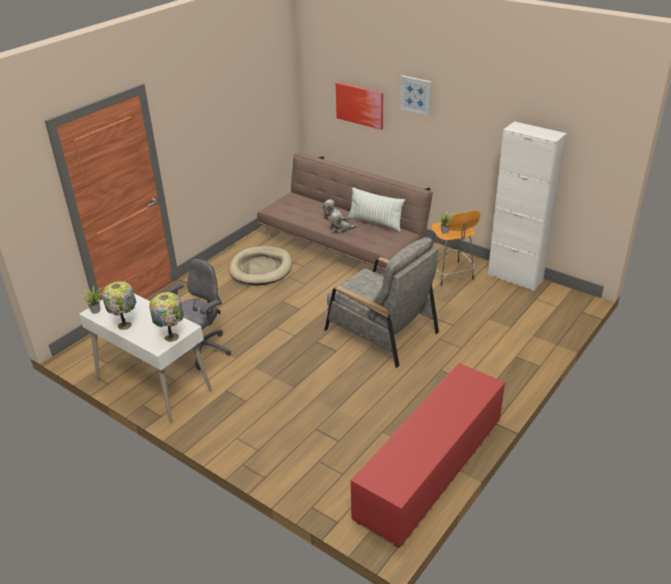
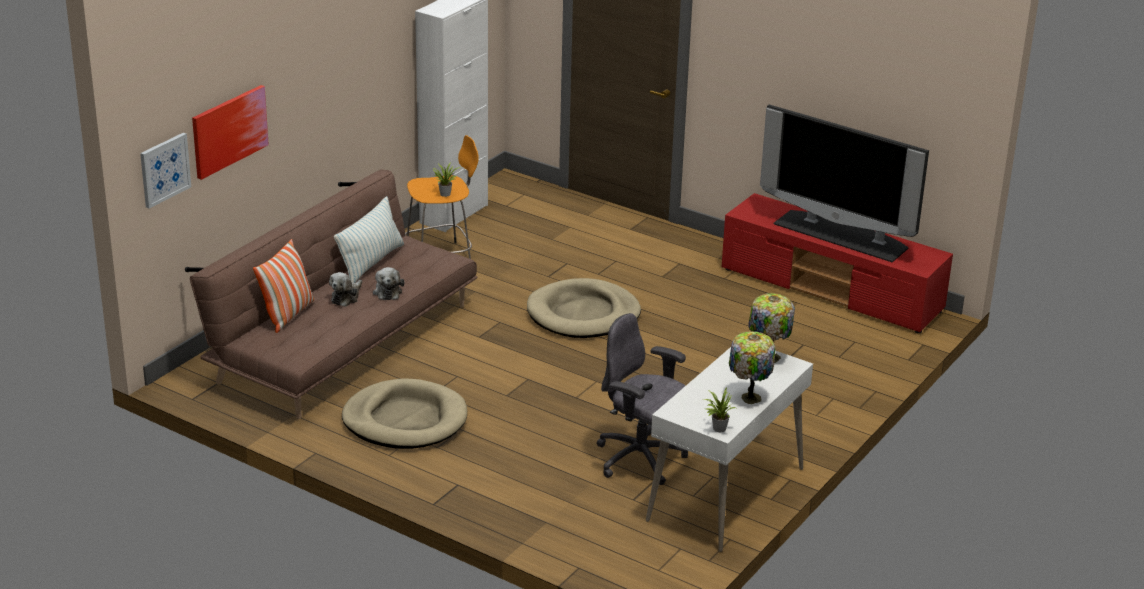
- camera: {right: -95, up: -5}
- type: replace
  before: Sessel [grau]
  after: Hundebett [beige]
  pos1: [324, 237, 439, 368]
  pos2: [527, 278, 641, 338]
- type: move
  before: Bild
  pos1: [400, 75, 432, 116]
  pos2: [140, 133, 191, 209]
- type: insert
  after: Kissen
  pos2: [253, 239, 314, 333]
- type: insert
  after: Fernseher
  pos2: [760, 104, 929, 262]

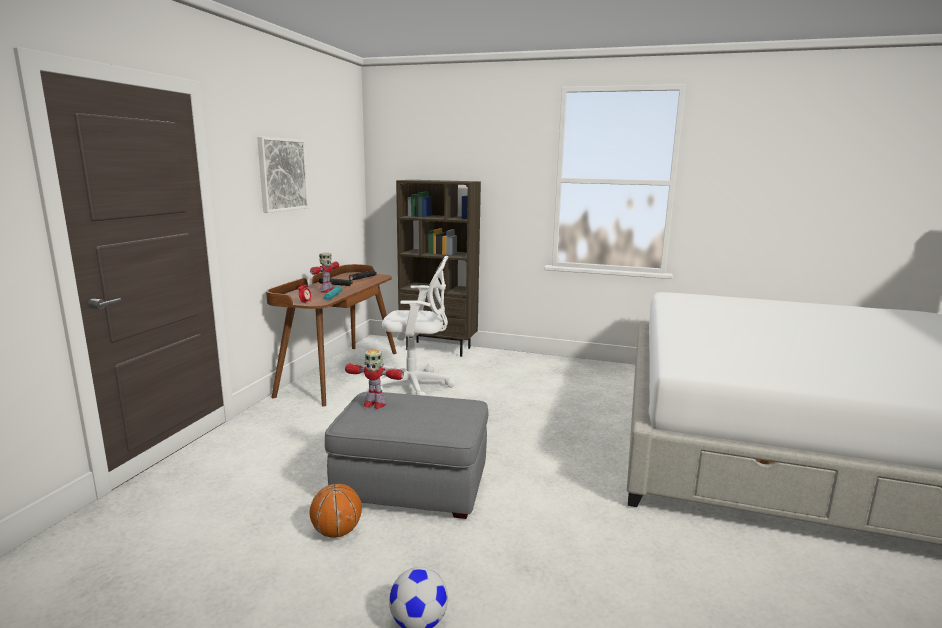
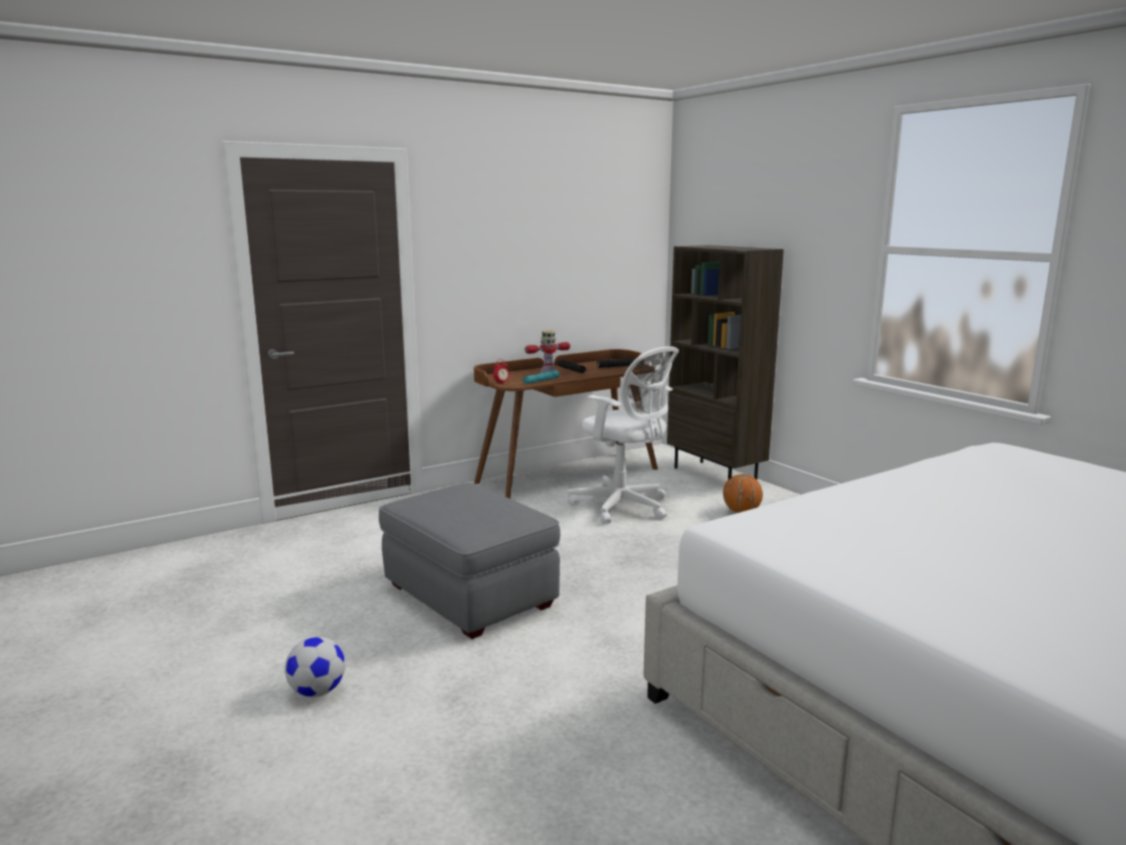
- camera: {right: 40, up: 0}
- type: delete
  before: Bild
  pos1: [257, 137, 309, 213]
- type: move
  before: Basketball
  pos1: [309, 484, 362, 538]
  pos2: [723, 474, 763, 513]
- type: delete
  before: Spielzeugroboter
  pos1: [345, 350, 404, 409]

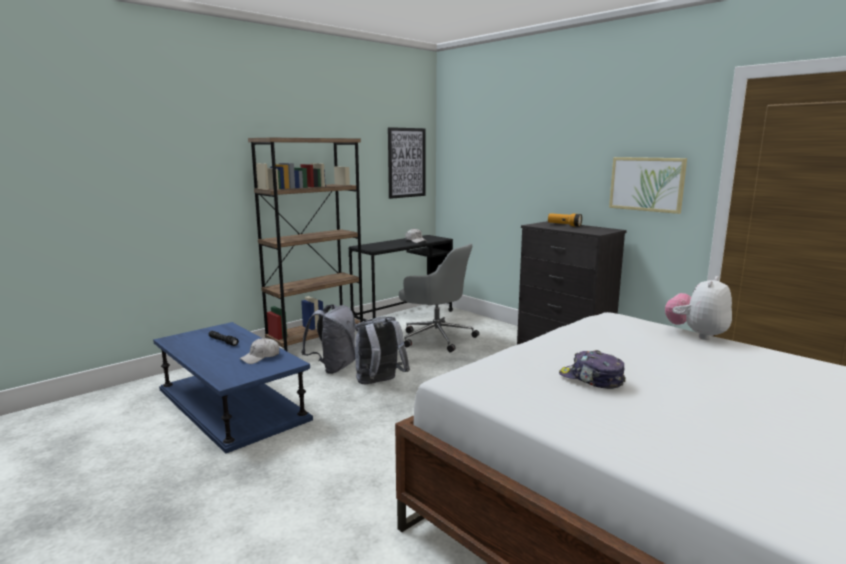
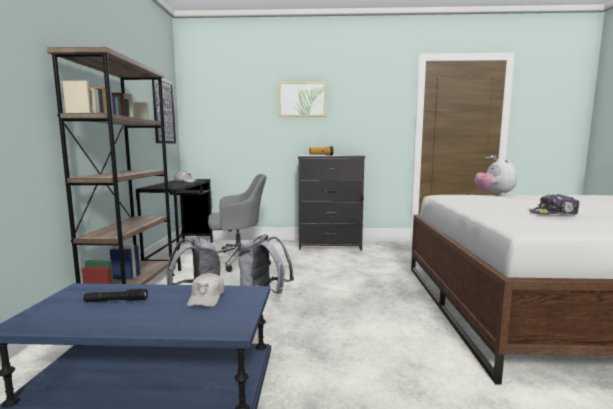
- camera: {right: -45, up: -5}
- type: move
  before: Bild
  pos1: [609, 157, 687, 214]
  pos2: [278, 82, 326, 117]

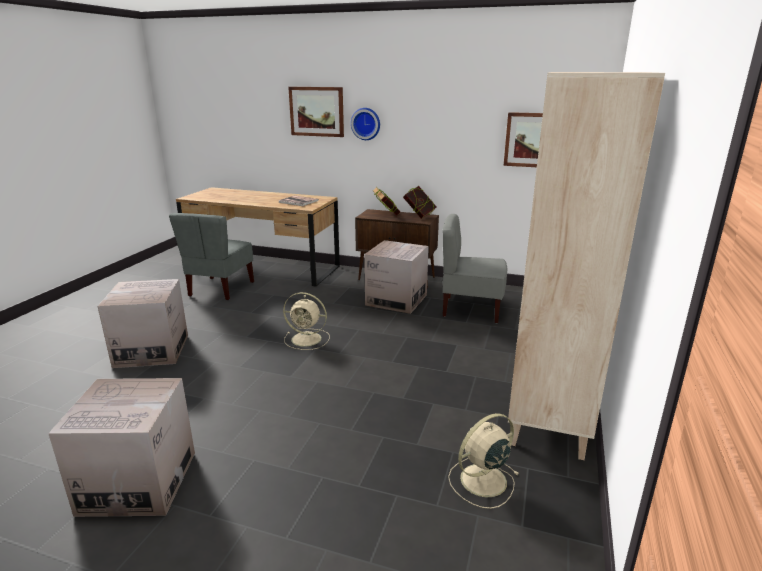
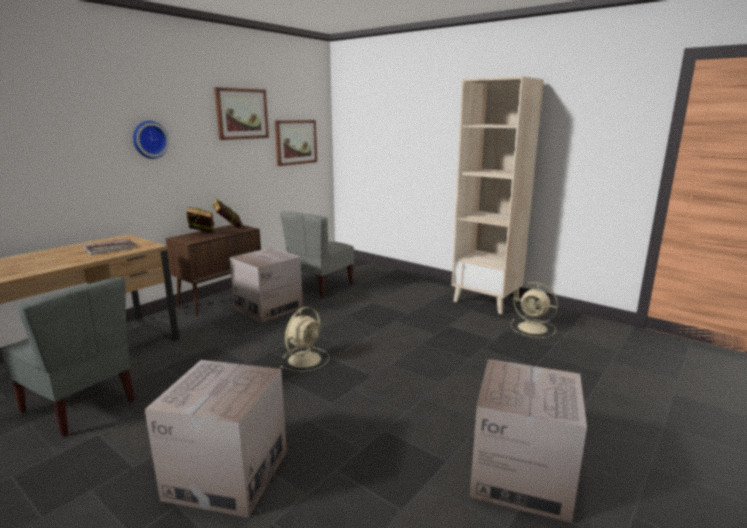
- camera: {right: -70, up: -5}
- type: move
  before: Bild
  pos1: [288, 87, 344, 137]
  pos2: [214, 87, 269, 140]
- type: rotate
  before: Ventilator [beige]
  pos1: [448, 413, 518, 509]
  pos2: [511, 282, 558, 338]
  turn: -45

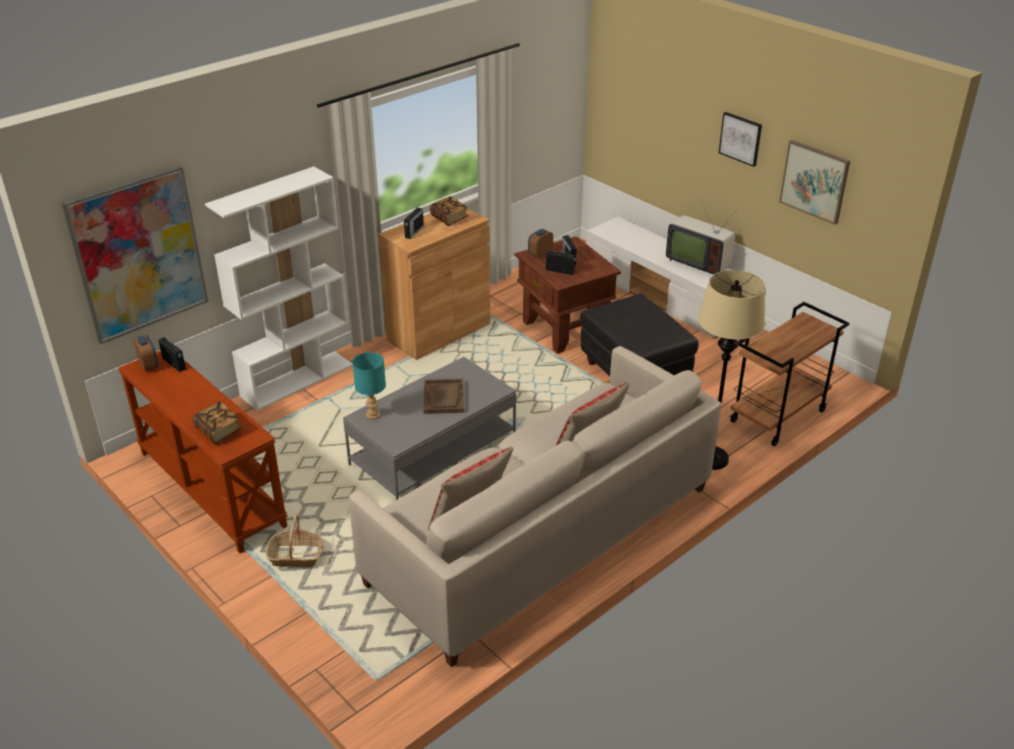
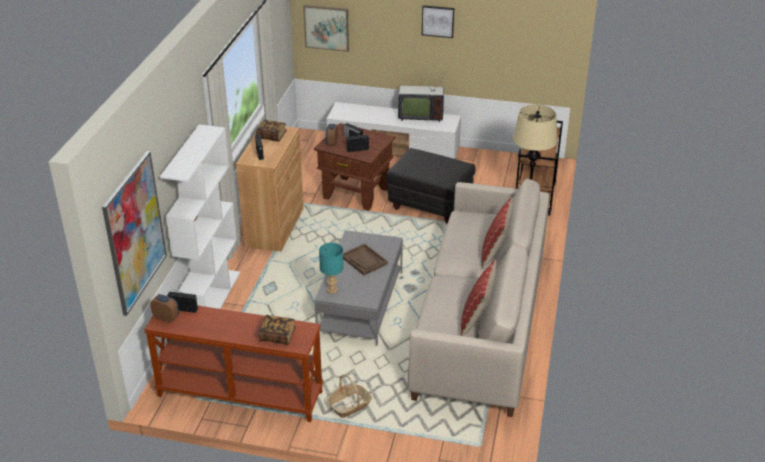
- camera: {right: -35, up: 0}
- type: move
  before: Bild
  pos1: [779, 140, 850, 225]
  pos2: [303, 5, 349, 52]

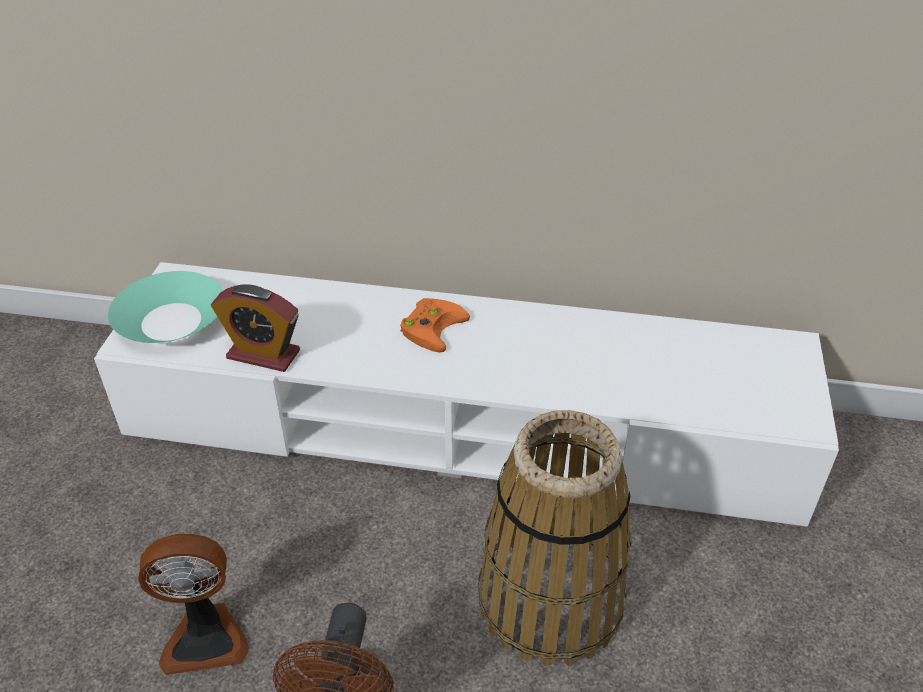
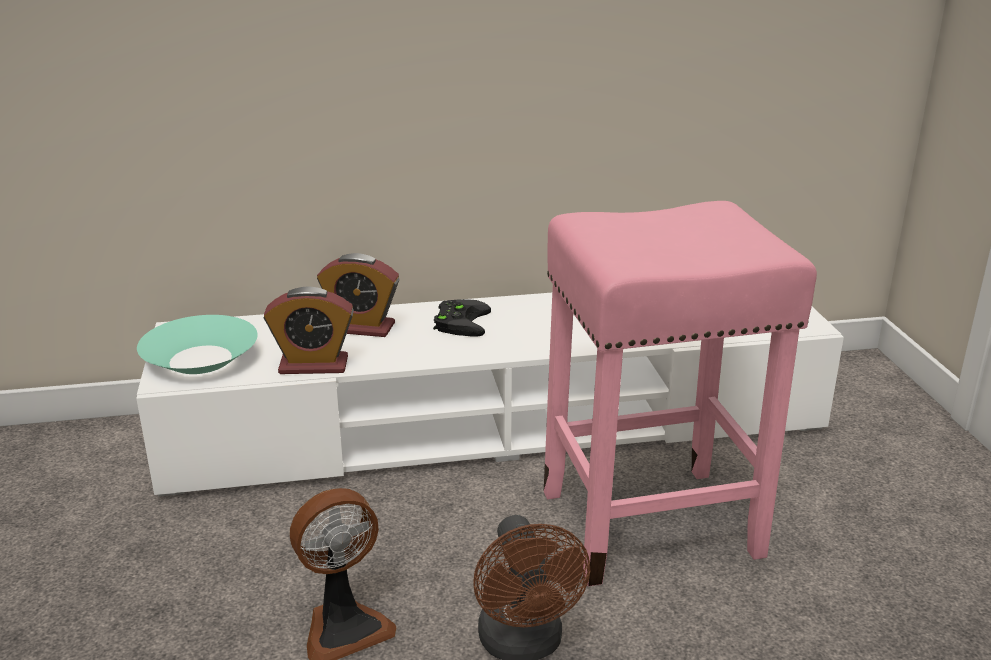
- camera: {right: -20, up: -15}
- type: recolor
  before: Gamepad [orange]
  after: Gamepad [schwarz]
  pos1: [400, 298, 470, 352]
  pos2: [433, 299, 491, 337]
- type: replace
  before: Korb
  after: Hocker [rosa]
  pos1: [478, 410, 632, 666]
  pos2: [544, 201, 817, 586]
- type: insert
  after: Wecker
  pos2: [317, 253, 400, 337]

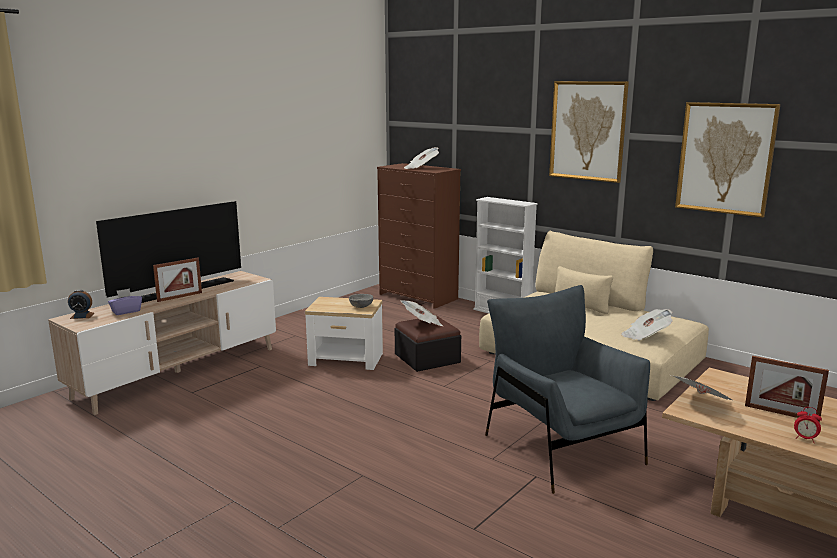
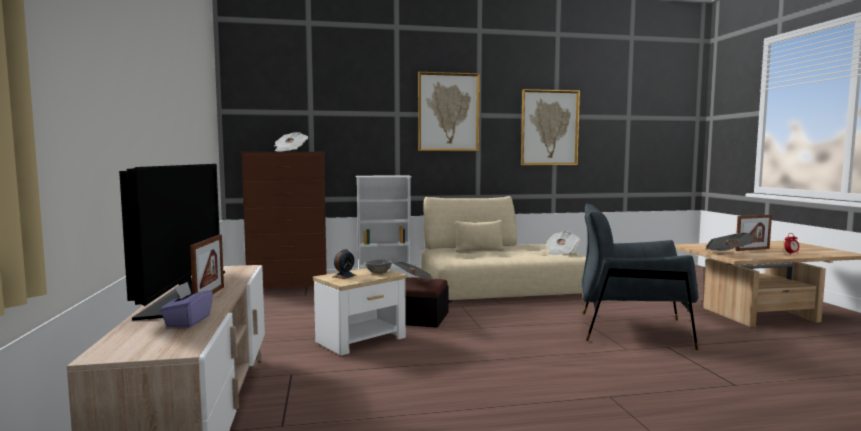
- camera: {right: -50, up: -10}
- type: move
  before: Wecker
  pos1: [68, 290, 94, 319]
  pos2: [333, 249, 357, 279]

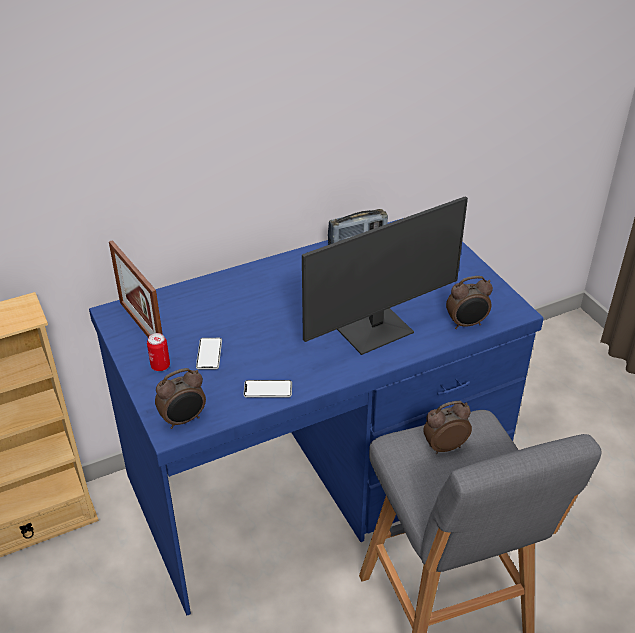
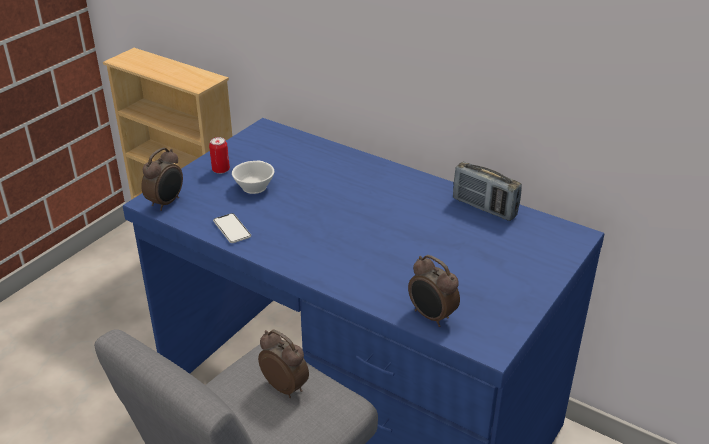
- camera: {right: 60, up: -5}
- type: delete
  before: Bilderrahmen
  pos1: [109, 240, 162, 337]
- type: rotate
  before: Wecker
  pos1: [155, 368, 206, 429]
  pos2: [141, 147, 183, 211]
  turn: -90
- type: replace
  before: Handy
  after: Tasse [weiß]
  pos1: [196, 338, 222, 370]
  pos2: [232, 161, 274, 194]
- type: delete
  before: Monitor
  pos1: [302, 196, 468, 355]

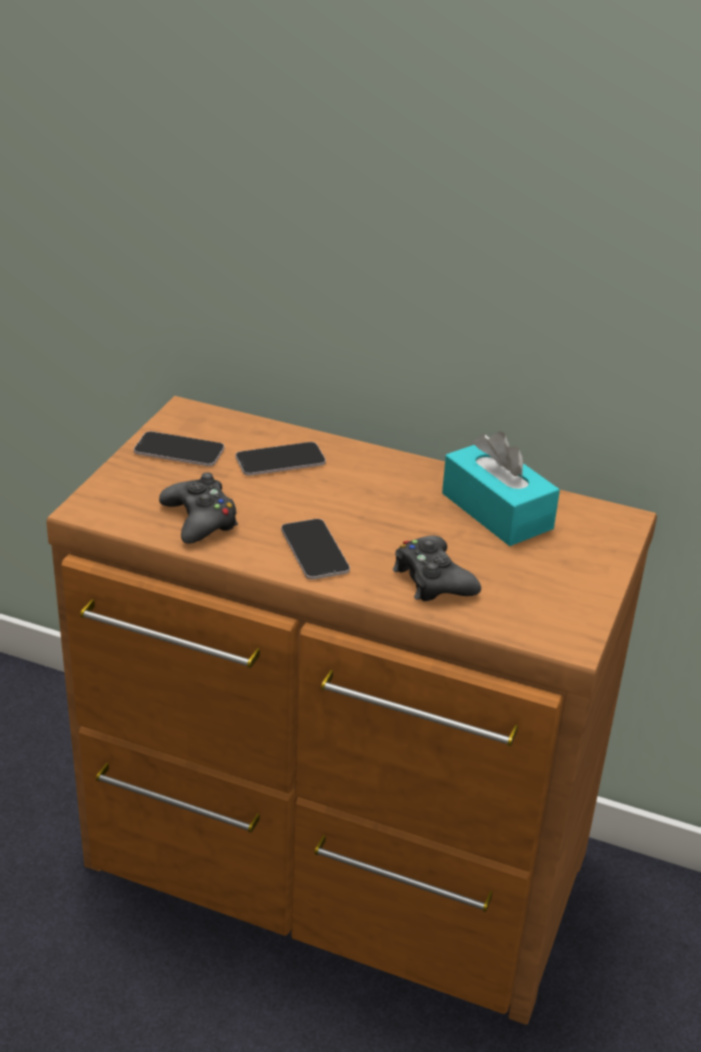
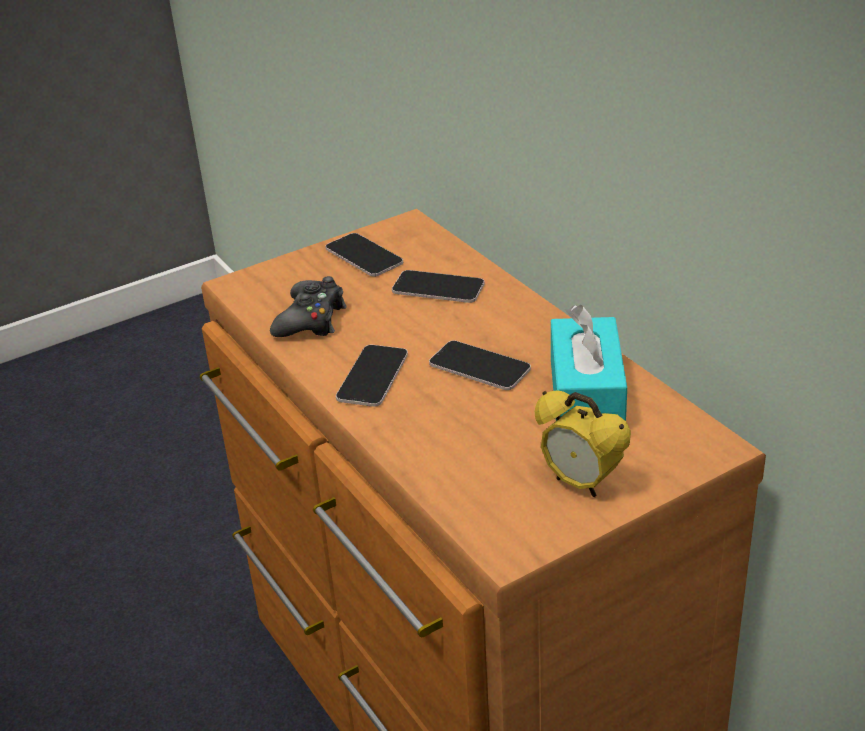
- camera: {right: 40, up: 0}
- type: delete
  before: Gamepad [schwarz]
  pos1: [393, 536, 481, 601]
- type: insert
  after: Handy
  pos2: [429, 340, 531, 390]
- type: insert
  after: Wecker
  pos2: [535, 391, 631, 497]

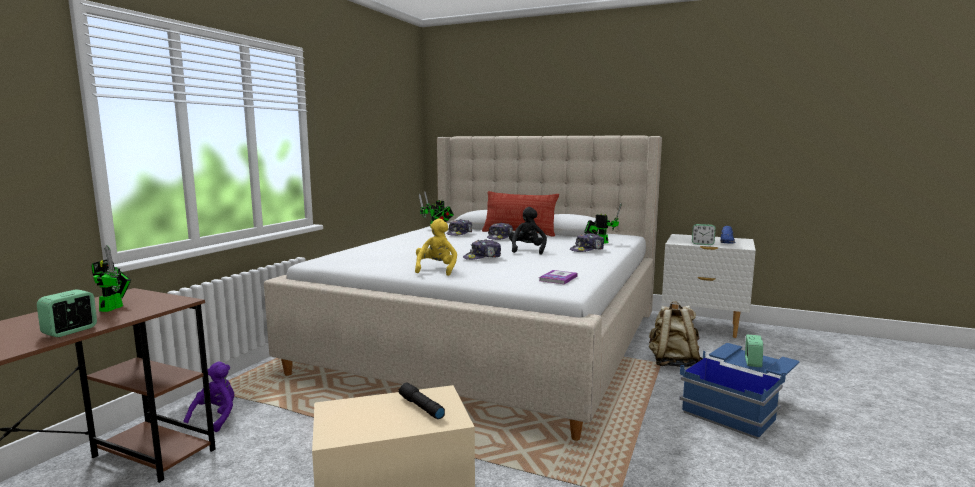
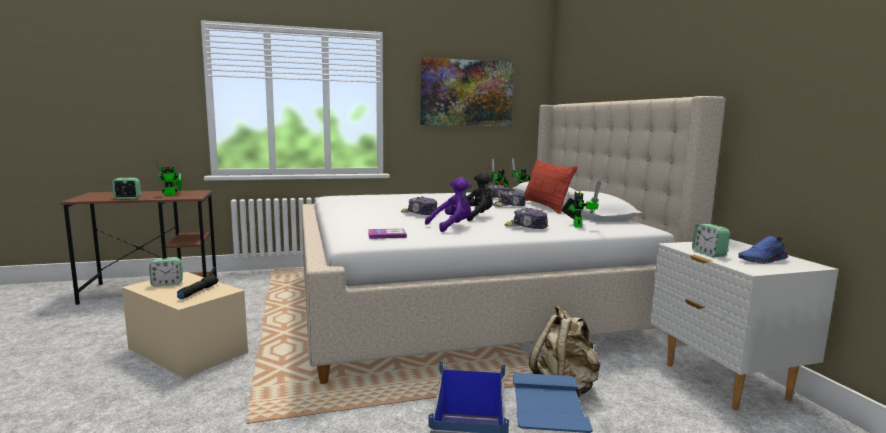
- camera: {right: 50, up: 0}
- type: move
  before: Plüschtier [lila]
  pos1: [183, 361, 234, 432]
  pos2: [425, 177, 472, 232]
- type: delete
  before: Plüschtier [gelb]
  pos1: [415, 218, 457, 276]
- type: move
  before: Wecker
  pos1: [745, 335, 763, 367]
  pos2: [149, 258, 183, 287]
- type: insert
  after: Bild
  pos2: [420, 57, 514, 126]

